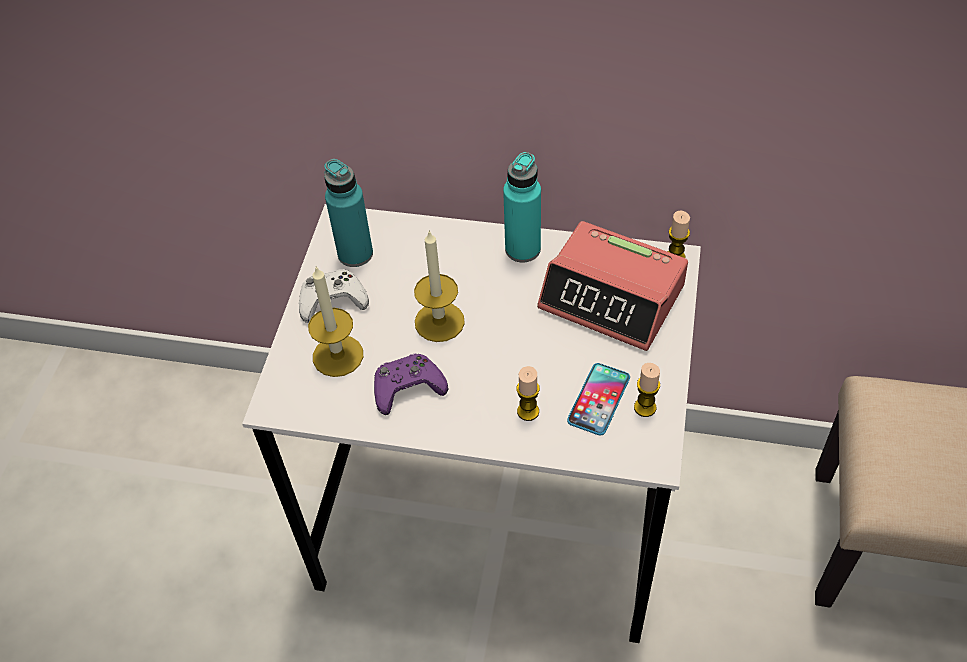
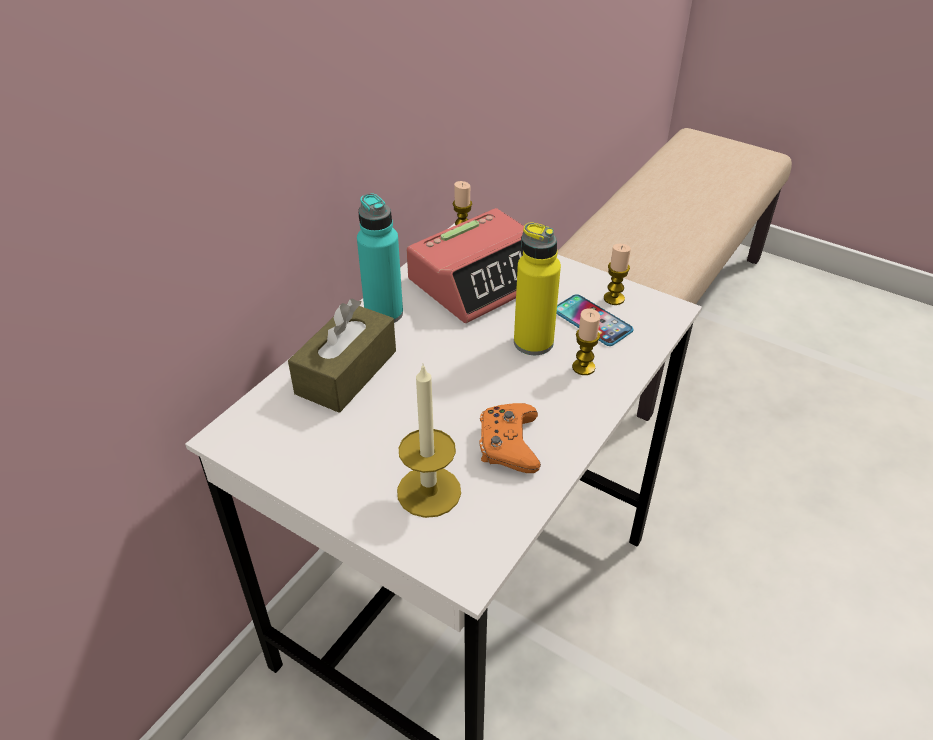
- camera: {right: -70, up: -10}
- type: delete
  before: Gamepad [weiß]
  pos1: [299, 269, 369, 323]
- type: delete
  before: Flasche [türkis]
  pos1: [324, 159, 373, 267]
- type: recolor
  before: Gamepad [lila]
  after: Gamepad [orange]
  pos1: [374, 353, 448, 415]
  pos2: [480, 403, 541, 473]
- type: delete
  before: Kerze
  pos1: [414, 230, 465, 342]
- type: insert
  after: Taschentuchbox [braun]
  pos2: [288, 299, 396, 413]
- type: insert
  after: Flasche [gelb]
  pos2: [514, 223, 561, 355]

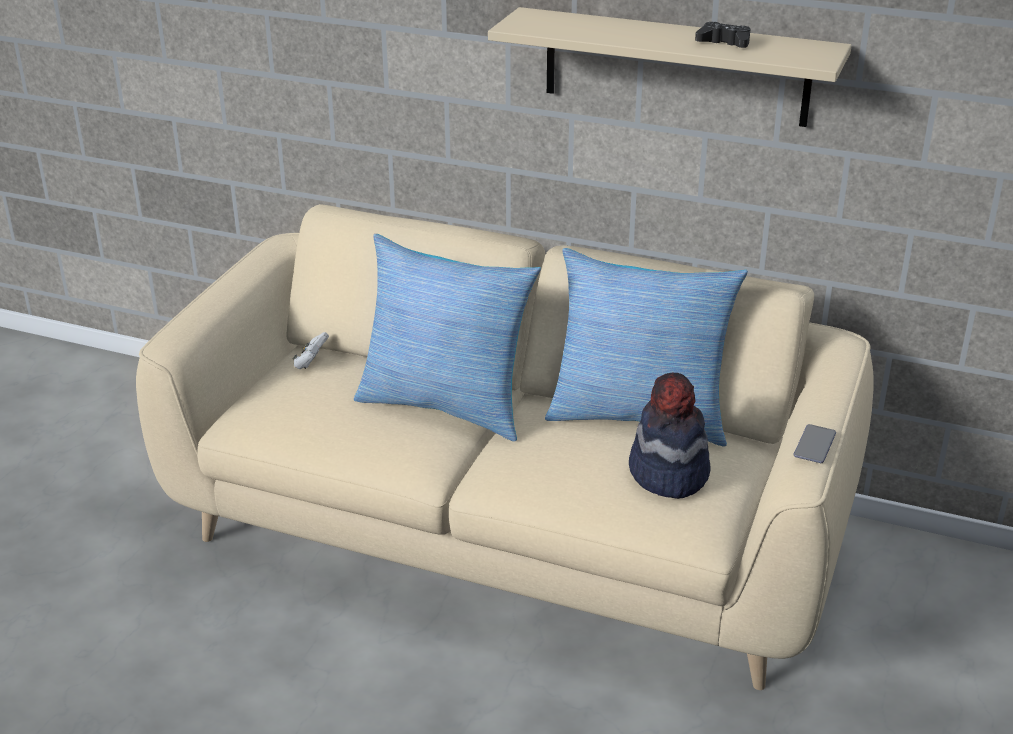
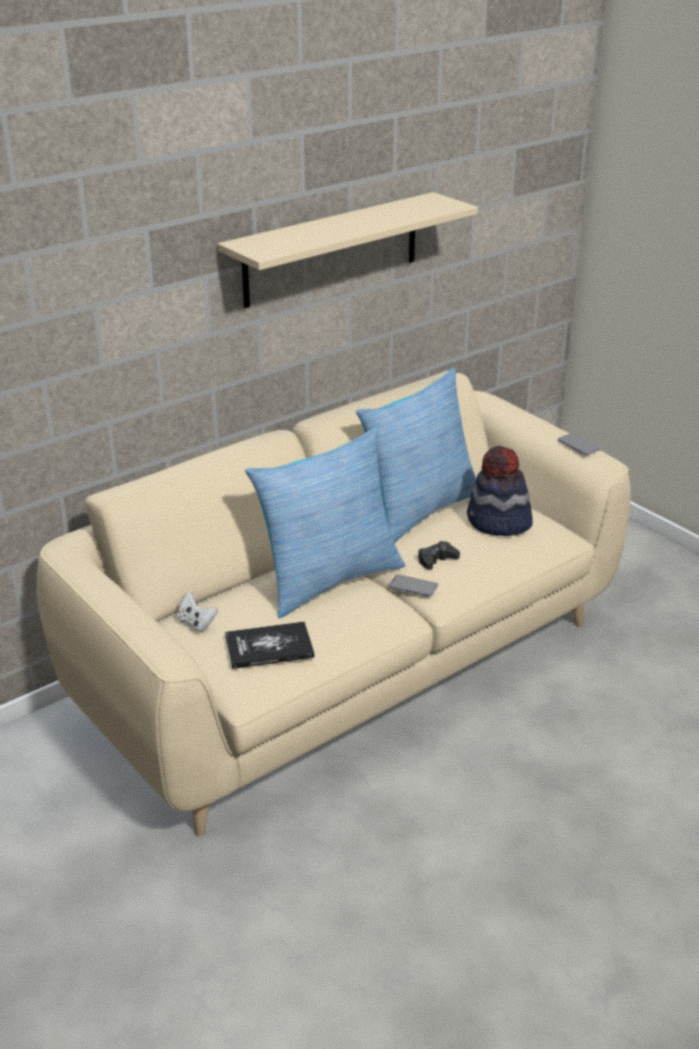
- camera: {right: -60, up: 0}
- type: move
  before: Gamepad [schwarz]
  pos1: [695, 21, 750, 48]
  pos2: [418, 541, 460, 569]
- type: insert
  after: Buch
  pos2: [225, 621, 315, 669]
- type: insert
  after: Handy
  pos2: [389, 574, 438, 596]

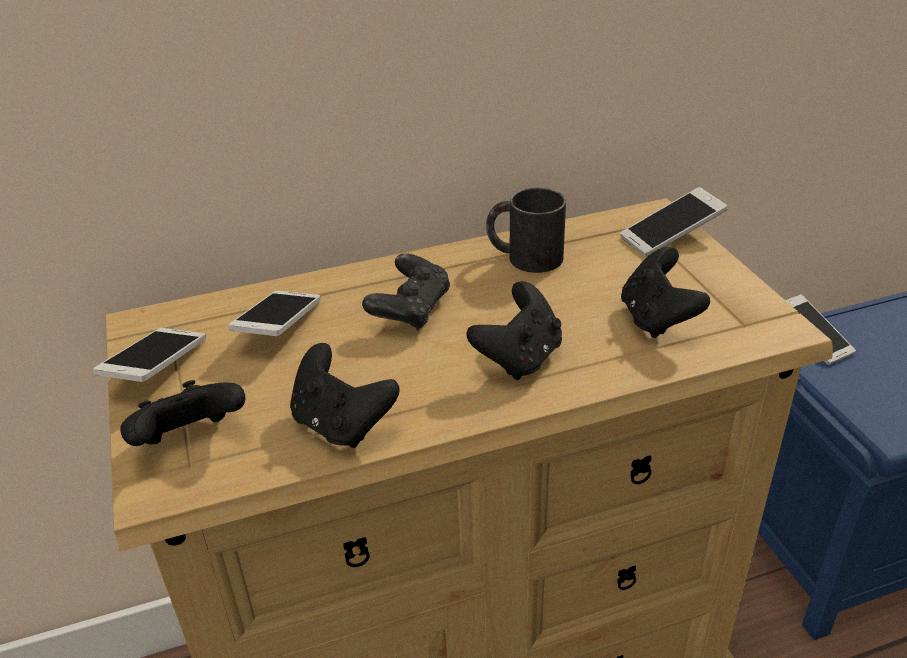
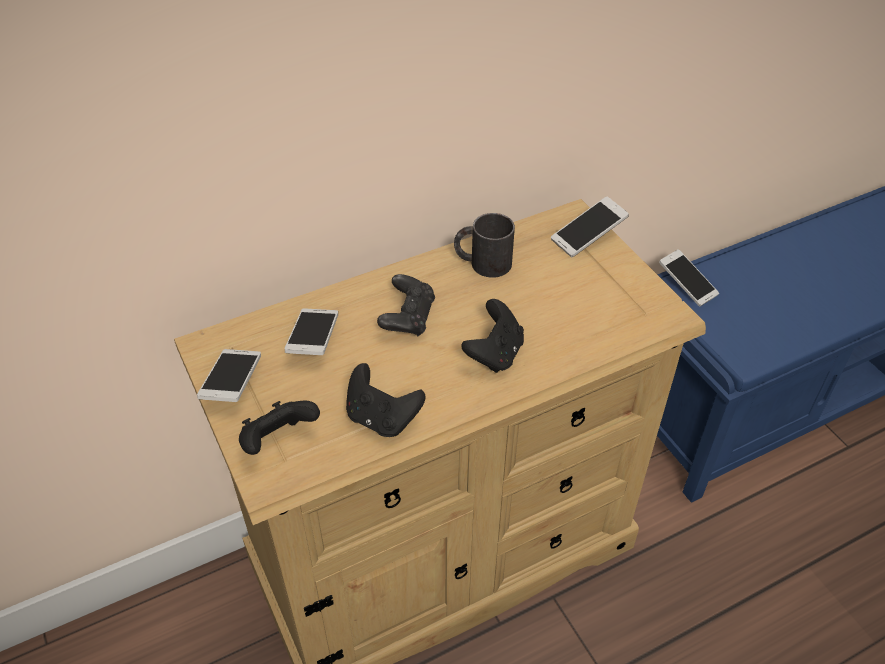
- camera: {right: -10, up: 10}
- type: delete
  before: Gamepad [schwarz]
  pos1: [621, 247, 710, 338]

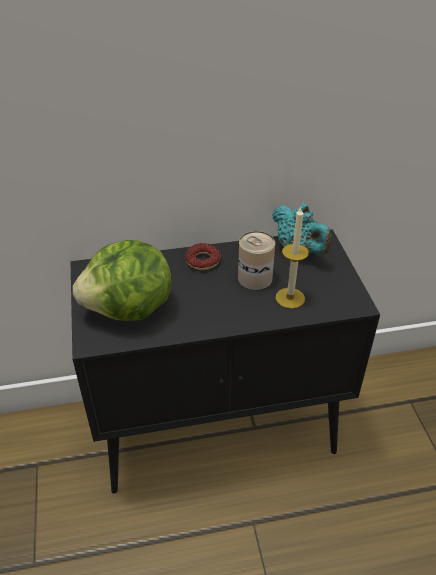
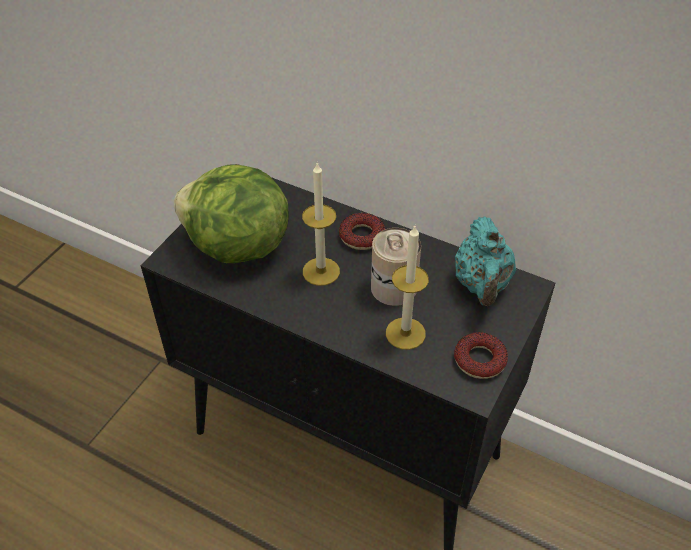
- camera: {right: 40, up: 5}
- type: insert
  after: Kerze
  pos2: [302, 163, 340, 286]
- type: insert
  after: Donut
  pos2: [454, 332, 508, 379]

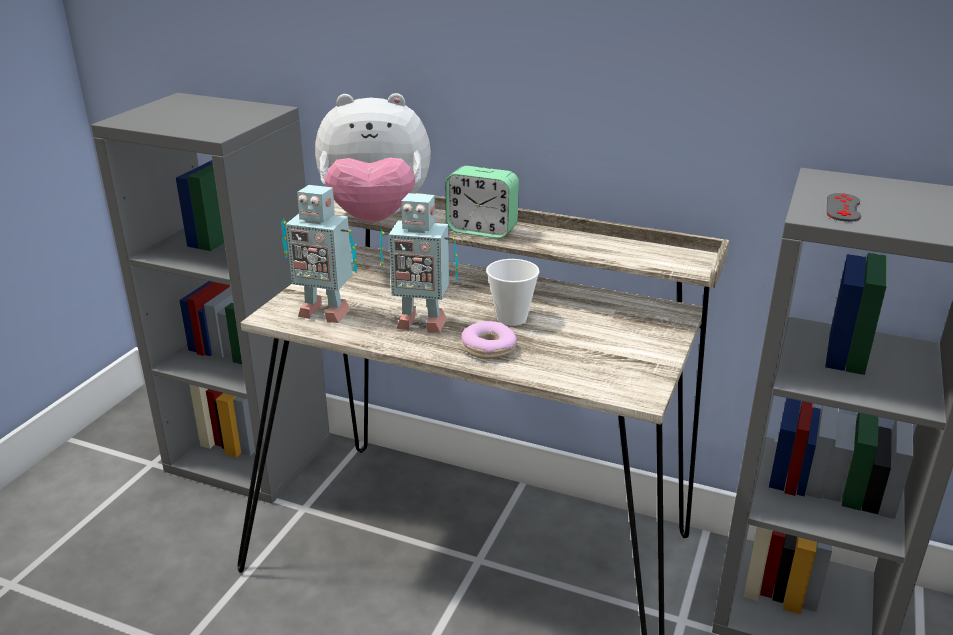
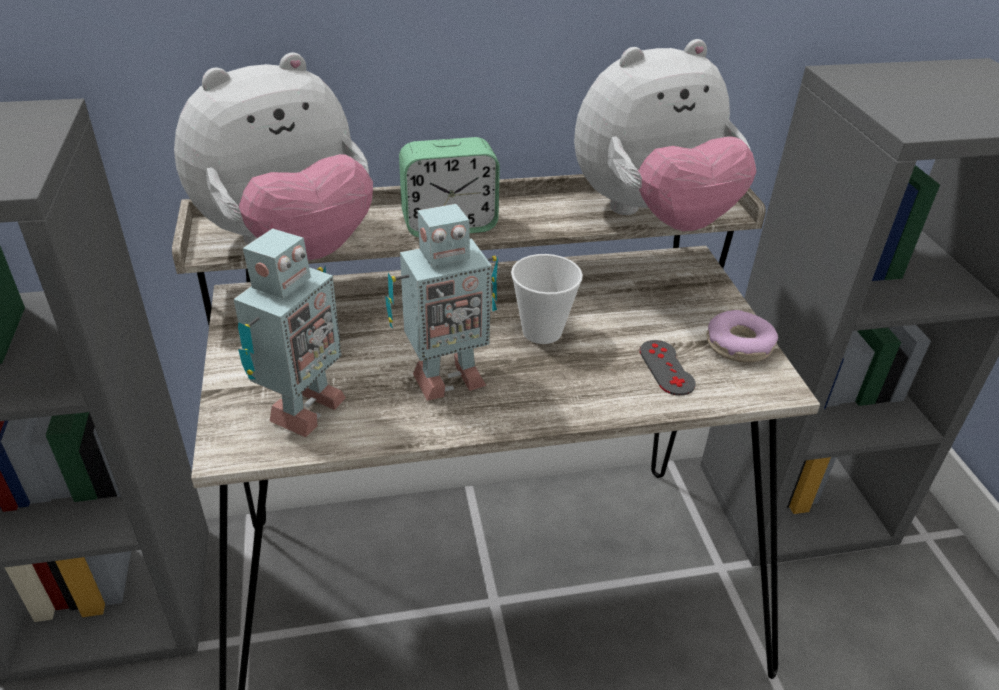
- camera: {right: -35, up: 10}
- type: rotate
  before: Spielzeugroboter
  pos1: [281, 185, 357, 323]
  pos2: [234, 228, 346, 437]
  turn: -45
- type: move
  before: Donut
  pos1: [462, 321, 517, 359]
  pos2: [707, 310, 778, 363]
- type: move
  before: Gamepad [grau]
  pos1: [827, 193, 861, 222]
  pos2: [640, 340, 696, 396]
- type: insert
  after: Plüschtier
  pos2: [574, 39, 757, 231]

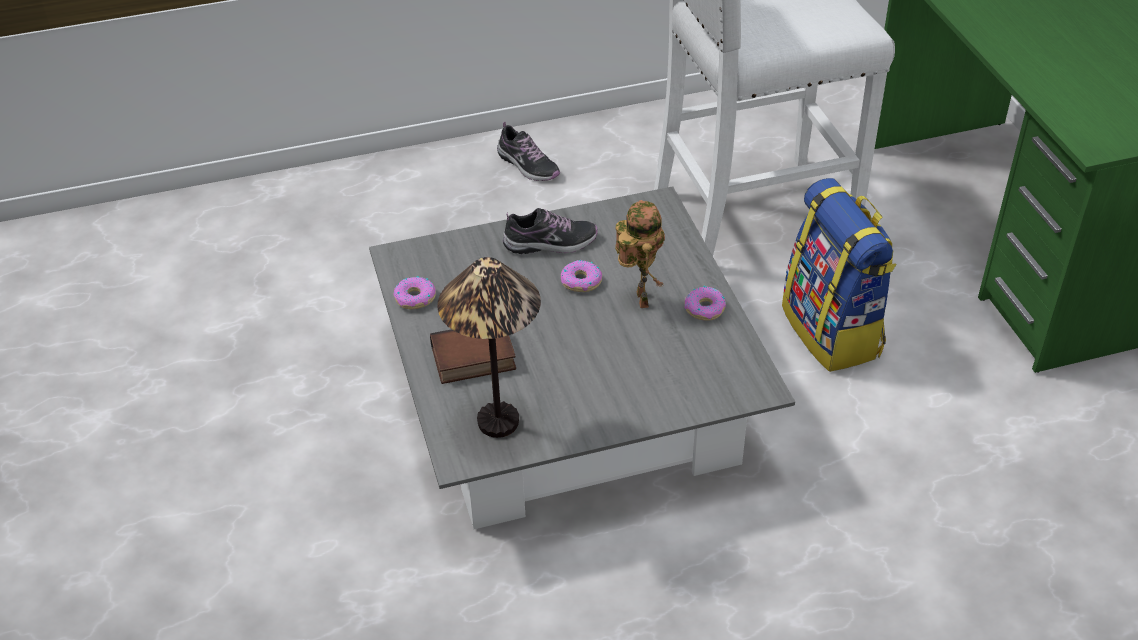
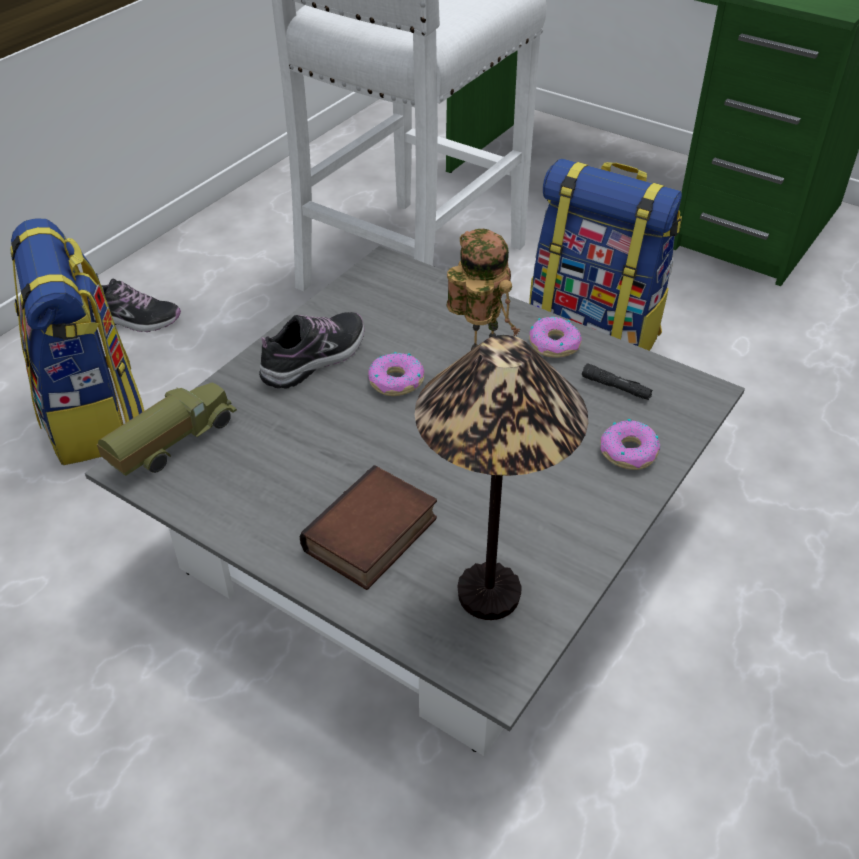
- camera: {right: -40, up: 0}
- type: move
  before: Donut
  pos1: [393, 276, 436, 309]
  pos2: [600, 419, 660, 470]
- type: insert
  after: Rucksack
  pos2: [10, 218, 144, 465]
- type: insert
  after: Spielzeuglaster
  pos2: [97, 383, 237, 476]
- type: insert
  after: Taschenlampe [schwarz]
  pos2: [582, 363, 653, 400]

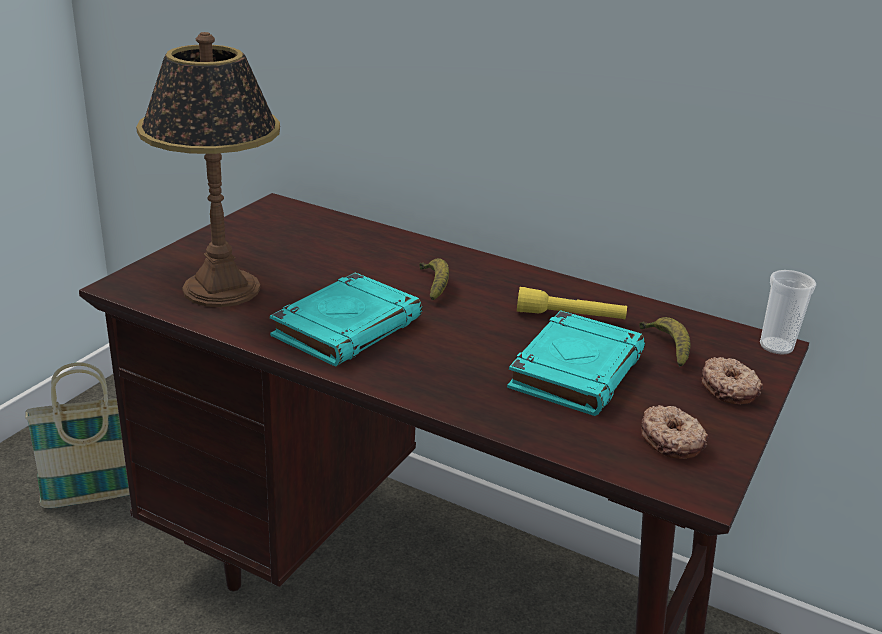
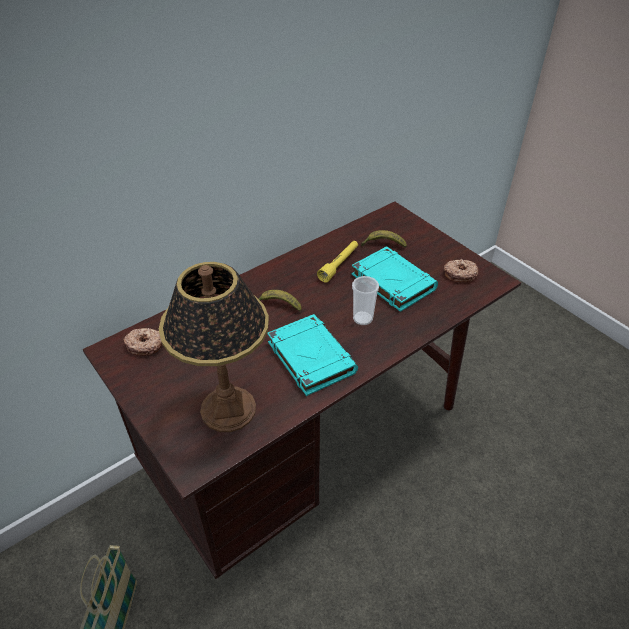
- camera: {right: -65, up: 15}
- type: move
  before: Donut
  pos1: [702, 357, 763, 405]
  pos2: [123, 328, 162, 356]
- type: move
  before: Tasse
  pos1: [760, 270, 816, 355]
  pos2: [352, 276, 379, 325]

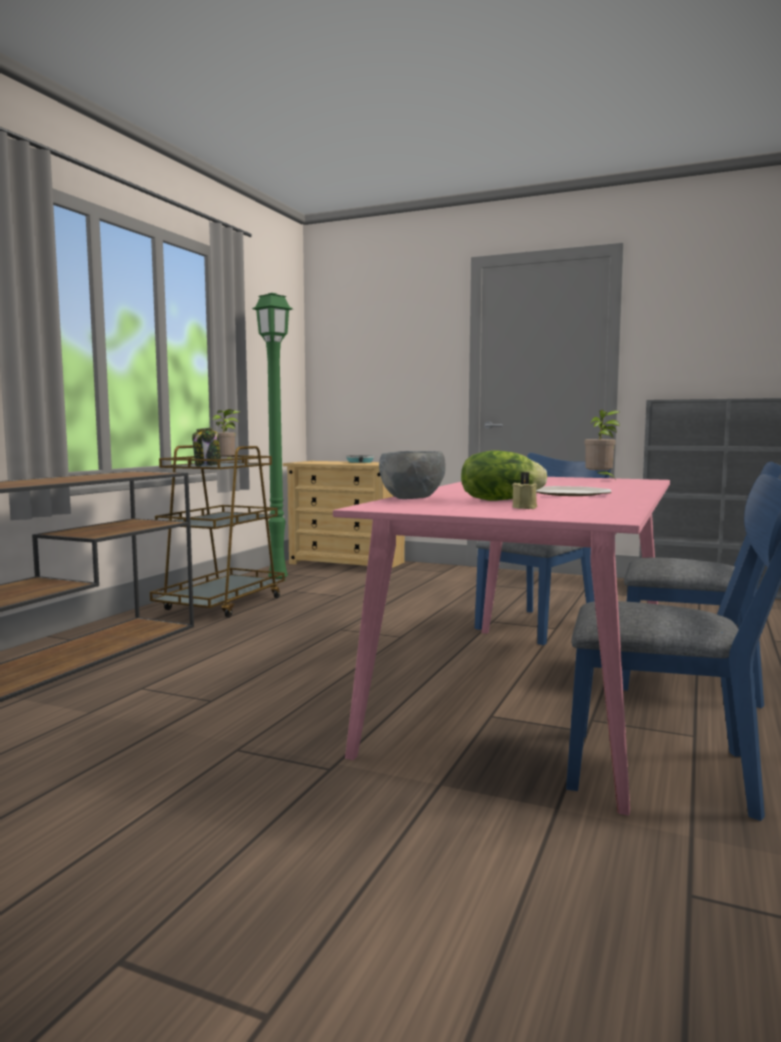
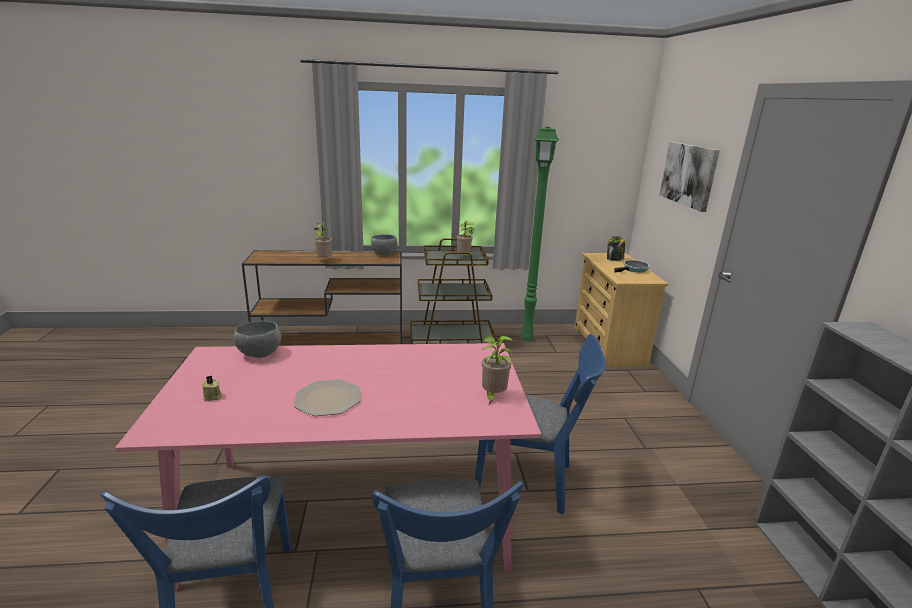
- camera: {right: 60, up: 15}
- type: move
  before: Vorratsglas
  pos1: [192, 428, 221, 466]
  pos2: [607, 236, 625, 261]
- type: delete
  before: Salatkopf
  pos1: [461, 450, 547, 501]
- type: insert
  after: Topfpflanze
  pos2: [314, 222, 332, 257]
- type: insert
  after: Schüssel [grau]
  pos2: [371, 234, 398, 255]
- type: insert
  after: Bild
  pos2: [659, 142, 720, 212]

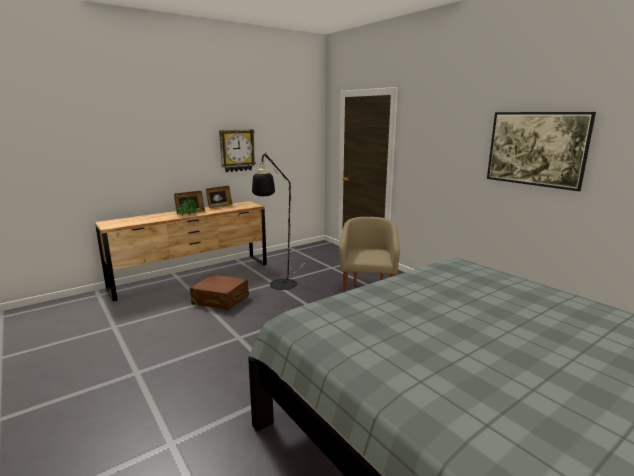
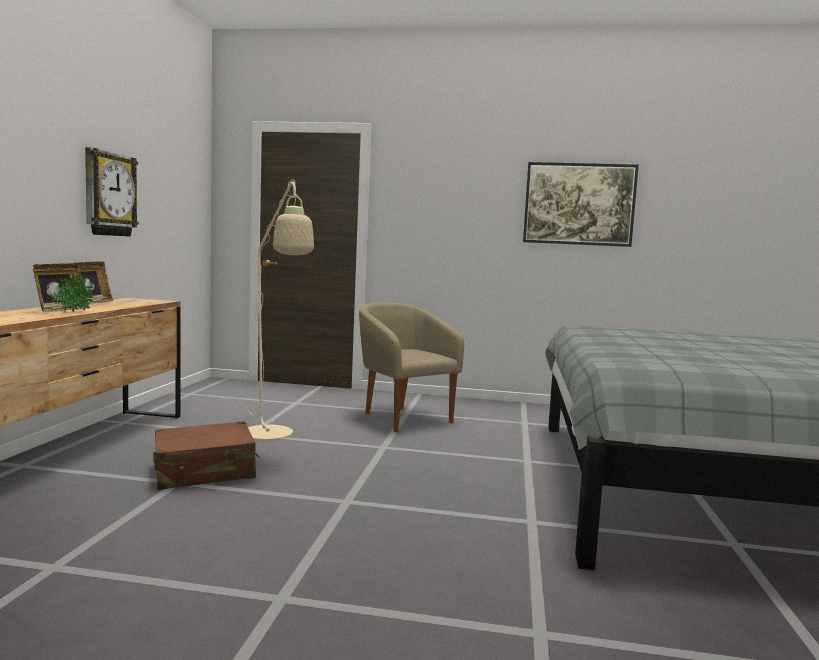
- camera: {right: -45, up: -10}
- type: recolor
  before: Stehlampe [schwarz]
  after: Stehlampe [beige]
  pos1: [252, 153, 301, 290]
  pos2: [238, 179, 314, 440]

